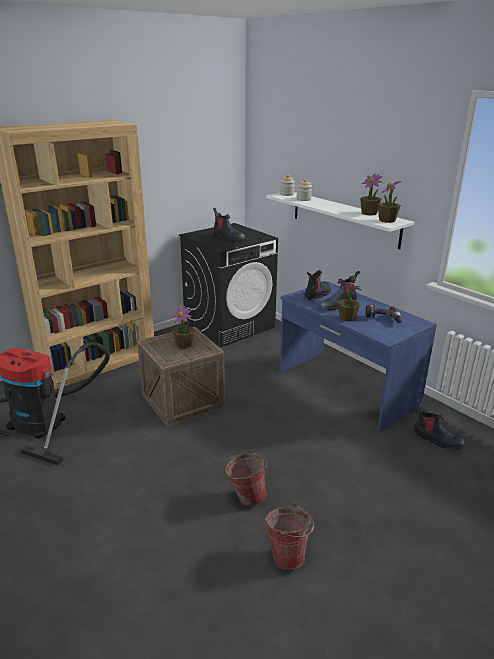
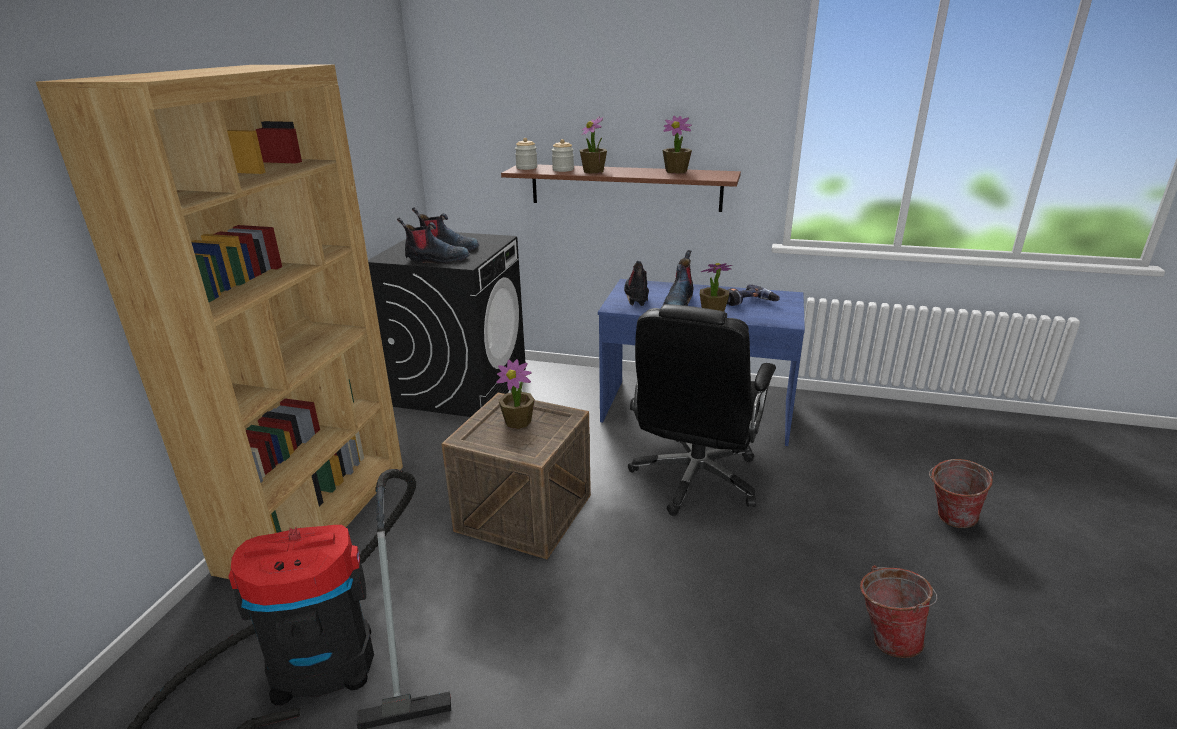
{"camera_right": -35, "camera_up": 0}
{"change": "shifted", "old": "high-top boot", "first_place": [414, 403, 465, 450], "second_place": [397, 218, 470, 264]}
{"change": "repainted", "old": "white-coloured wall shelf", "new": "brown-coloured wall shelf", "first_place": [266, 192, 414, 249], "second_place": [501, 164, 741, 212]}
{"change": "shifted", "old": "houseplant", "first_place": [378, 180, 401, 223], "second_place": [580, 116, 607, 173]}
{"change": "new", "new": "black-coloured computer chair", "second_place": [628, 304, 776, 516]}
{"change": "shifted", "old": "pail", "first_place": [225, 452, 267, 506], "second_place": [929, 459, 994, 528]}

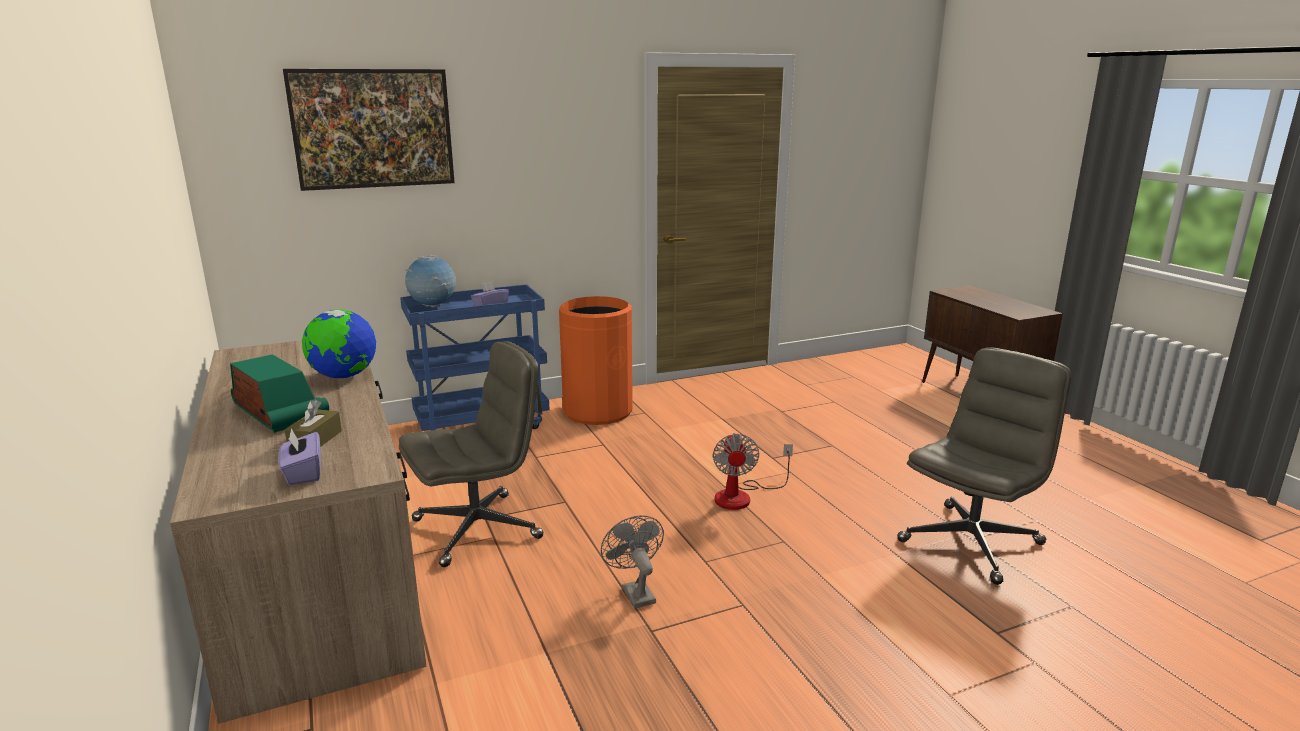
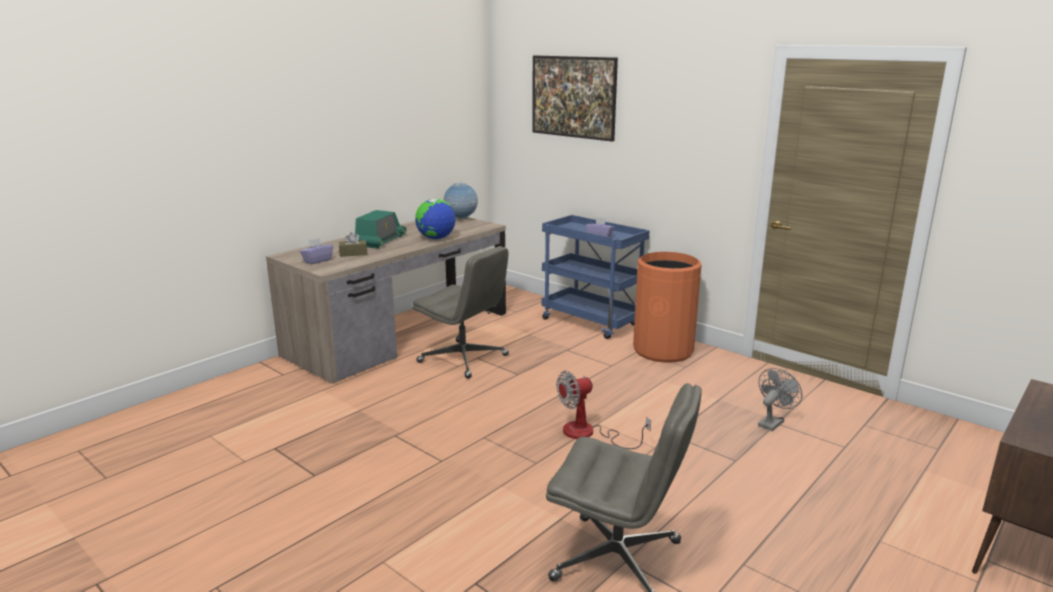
{"camera_right": 65, "camera_up": 0}
{"change": "shifted", "old": "globe", "first_place": [405, 255, 456, 308], "second_place": [444, 182, 478, 220]}
{"change": "shifted", "old": "greyish cooling fan", "first_place": [601, 515, 664, 609], "second_place": [758, 368, 802, 431]}

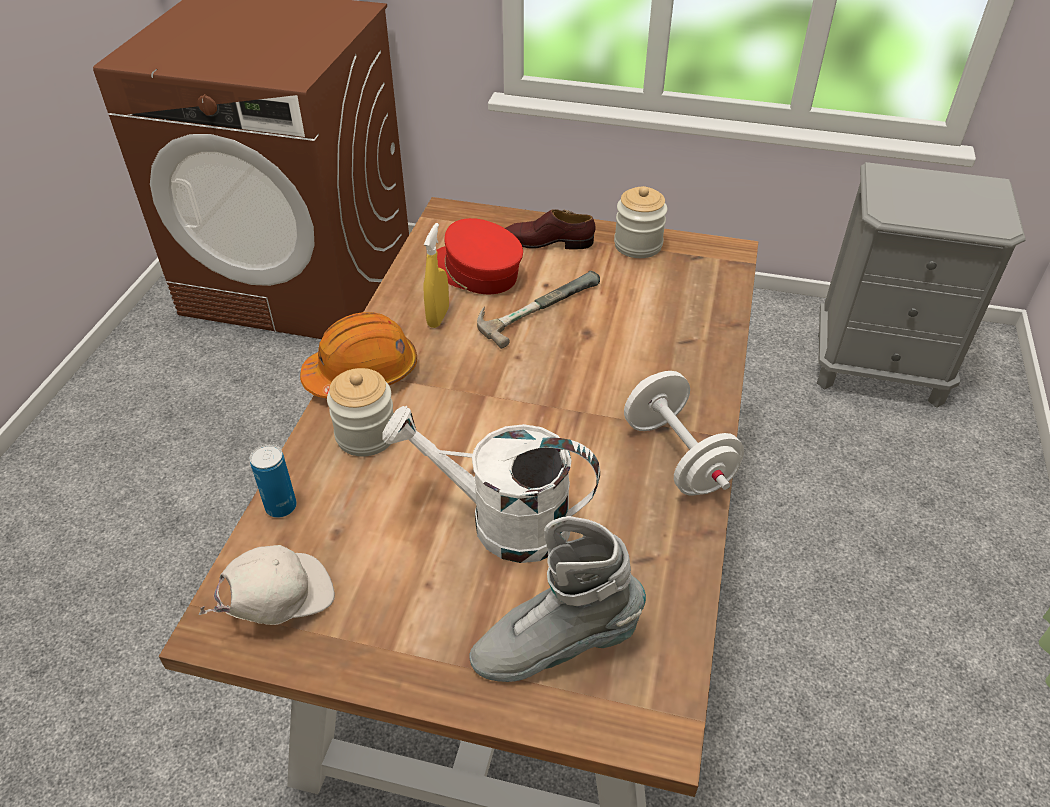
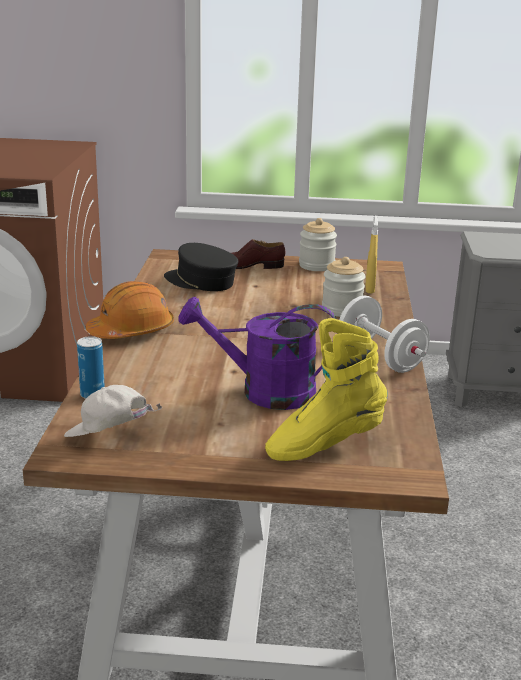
{"camera_right": -10, "camera_up": -20}
{"change": "rotated", "old": "white-coloured baseball cap", "first_place": [199, 545, 335, 625], "second_place": [64, 385, 162, 437], "degrees": -120}
{"change": "repainted", "old": "red baseball cap", "new": "black-coloured baseball cap", "first_place": [436, 218, 523, 294], "second_place": [164, 243, 238, 291]}
{"change": "repainted", "old": "white-coloured watering pot", "new": "purplish watering pot", "first_place": [382, 406, 600, 563], "second_place": [179, 297, 336, 410]}
{"change": "repainted", "old": "greyish high-top boot", "new": "yellow high-top boot", "first_place": [469, 516, 646, 682], "second_place": [265, 318, 388, 461]}
{"change": "shifted", "old": "preserve jar", "first_place": [327, 368, 394, 456], "second_place": [322, 257, 366, 317]}
{"change": "shifted", "old": "yellow sprayer", "first_place": [424, 223, 449, 328], "second_place": [366, 215, 378, 293]}
{"change": "gone", "old": "hammer", "first_place": [477, 271, 600, 349]}

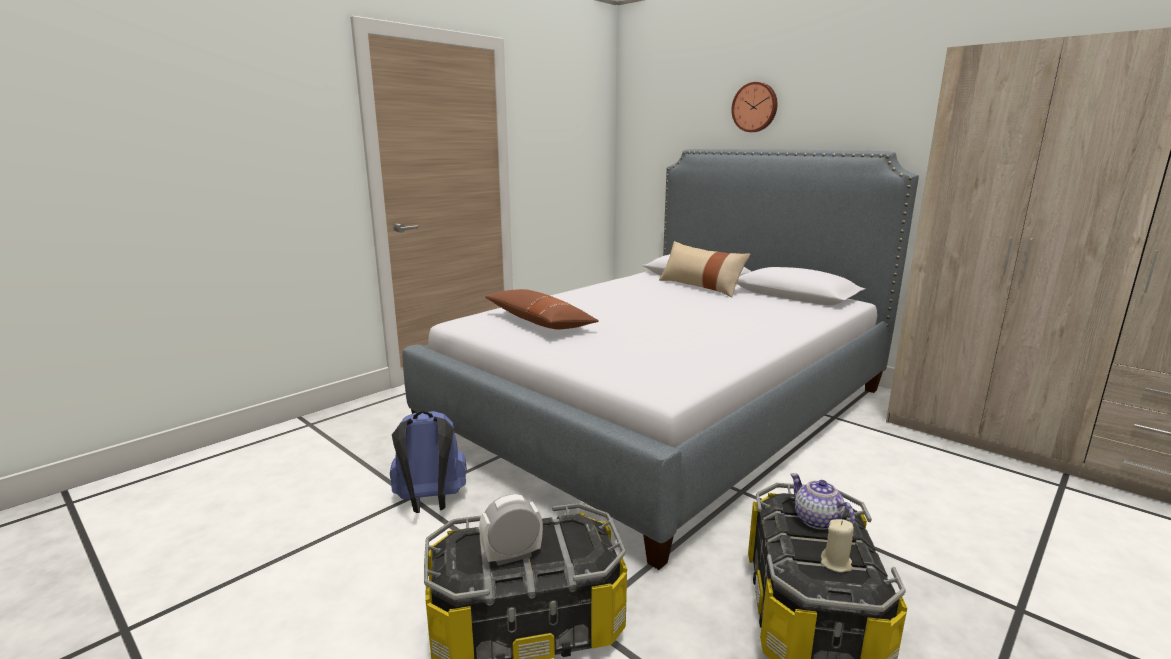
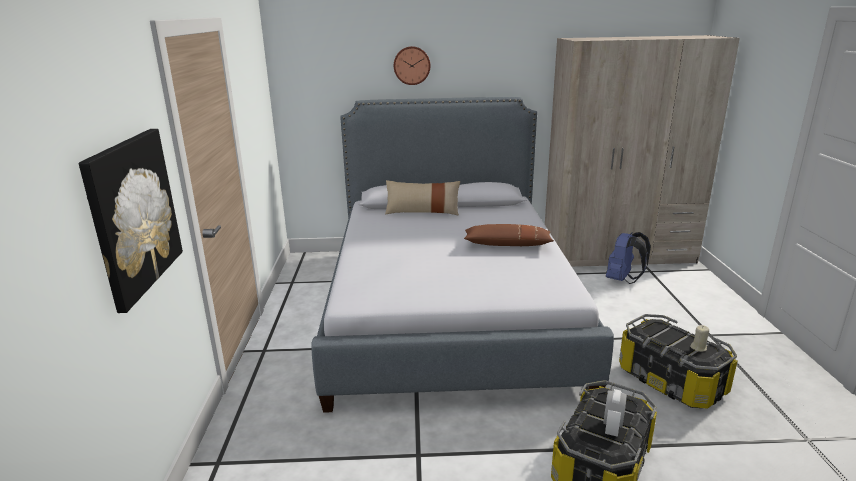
{"camera_right": -45, "camera_up": 5}
{"change": "new", "new": "wall picture", "second_place": [78, 129, 183, 313]}
{"change": "shifted", "old": "brown-coloured throw pillow", "first_place": [485, 289, 599, 329], "second_place": [464, 224, 554, 246]}
{"change": "shifted", "old": "bluish knapsack", "first_place": [390, 411, 467, 513], "second_place": [606, 231, 651, 284]}
{"change": "gone", "old": "tea pot", "first_place": [790, 473, 855, 530]}

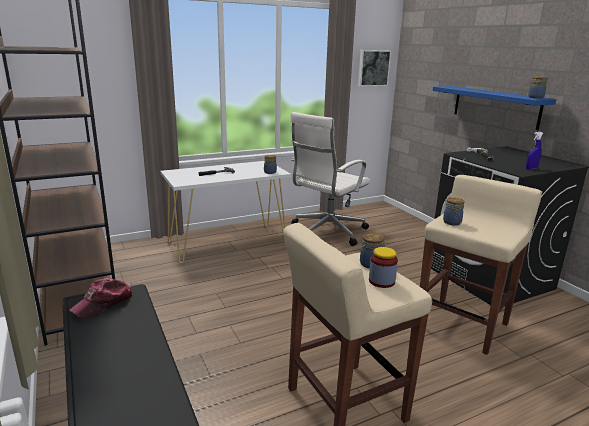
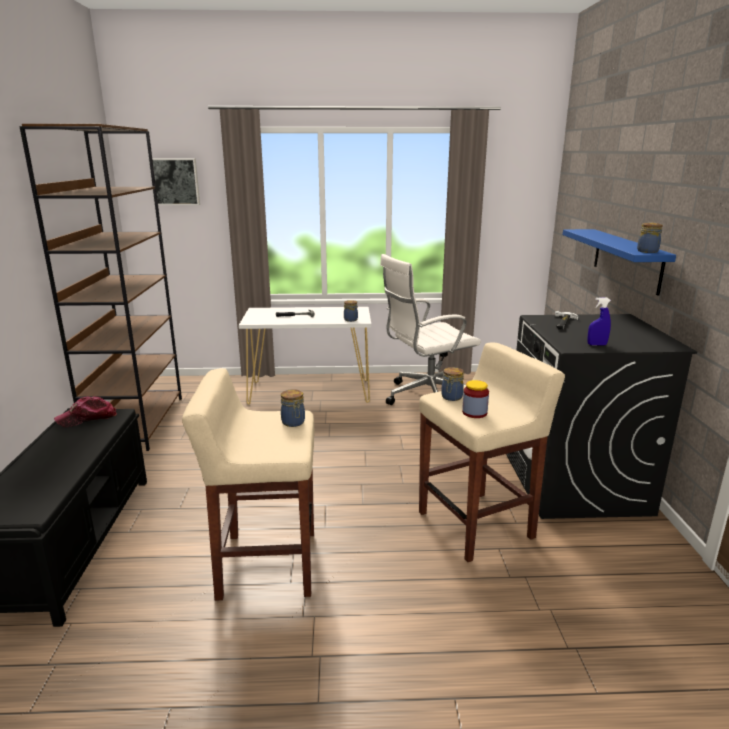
{"camera_right": 25, "camera_up": 0}
{"change": "shifted", "old": "wall picture", "first_place": [358, 50, 391, 87], "second_place": [149, 158, 200, 205]}
{"change": "shifted", "old": "preserve jar", "first_place": [369, 247, 398, 288], "second_place": [462, 380, 489, 418]}

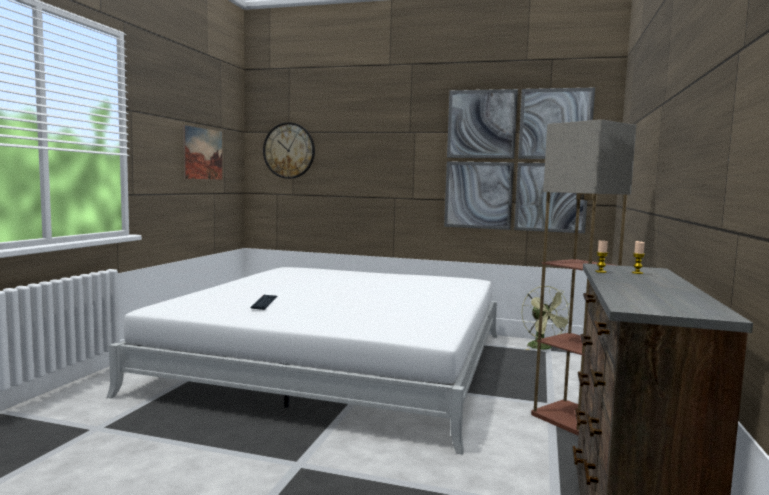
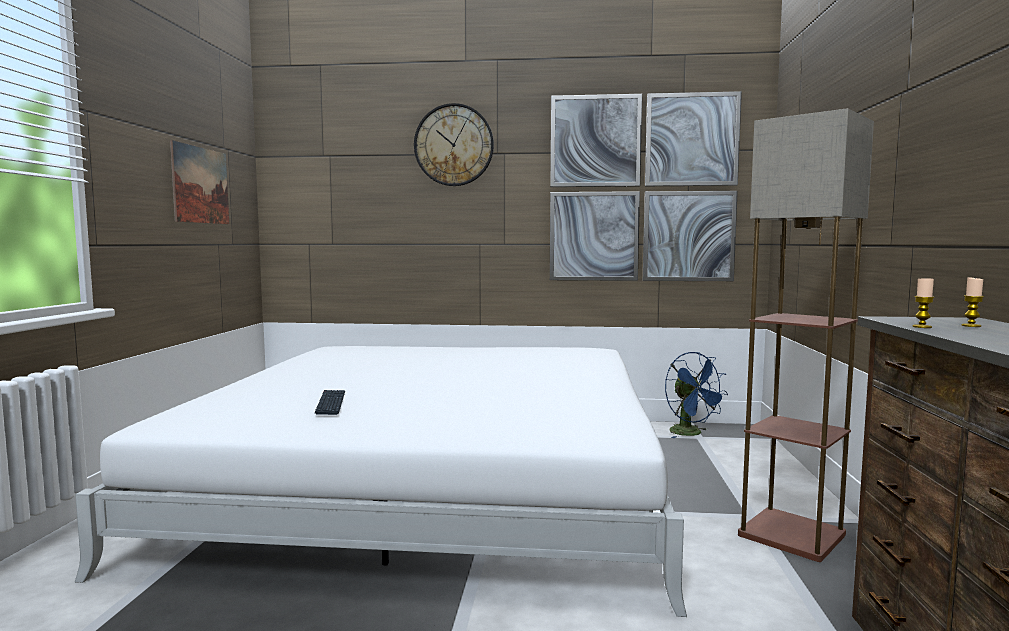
{"camera_right": -10, "camera_up": 0}
{"change": "shifted", "old": "wall clock", "first_place": [263, 122, 315, 179], "second_place": [414, 103, 494, 186]}
{"change": "repainted", "old": "greenish cooling fan", "new": "bluish cooling fan", "first_place": [521, 286, 573, 350], "second_place": [665, 352, 728, 438]}

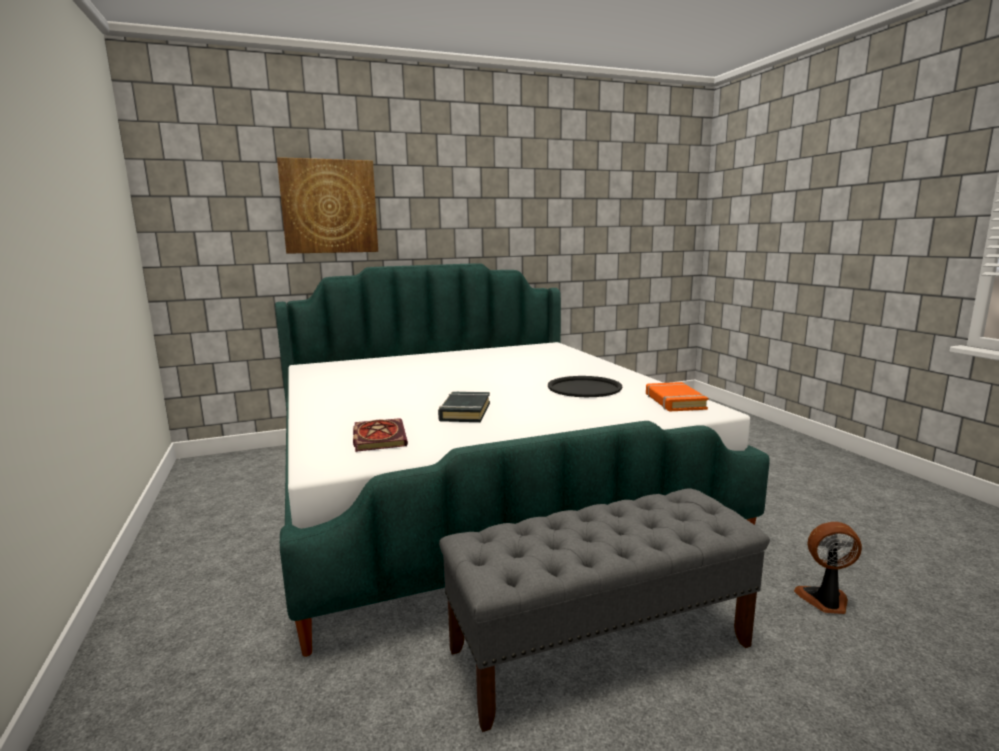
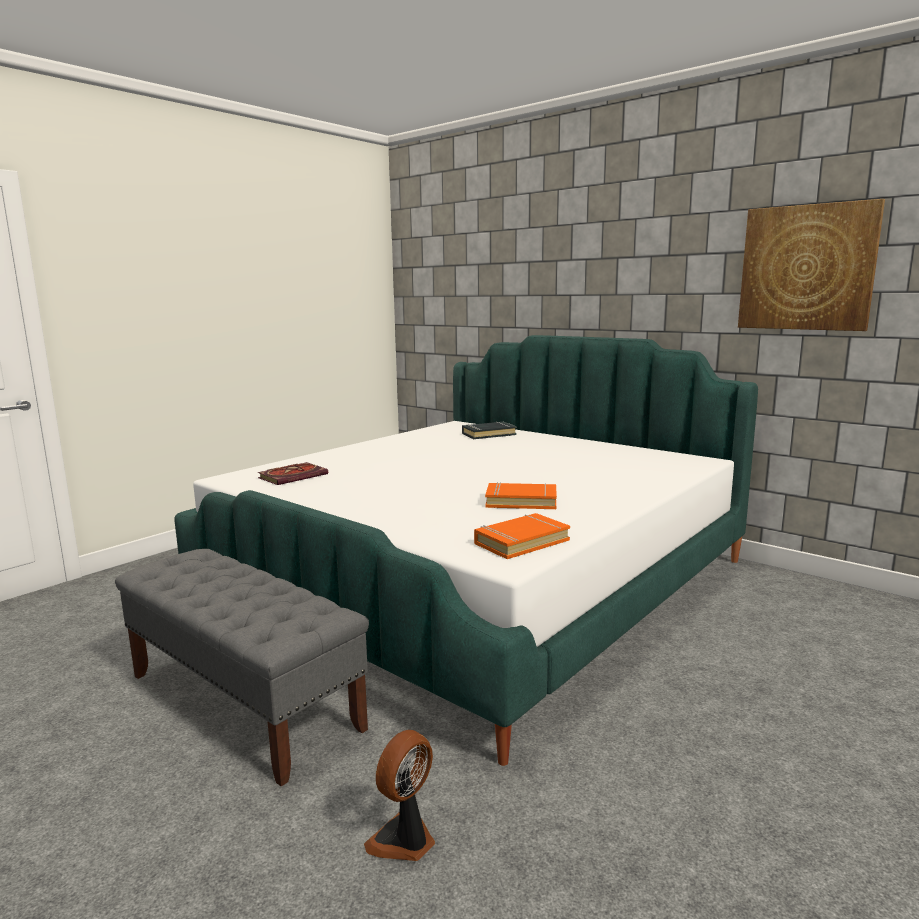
{"camera_right": 60, "camera_up": 0}
{"change": "rotated", "old": "cooling fan", "first_place": [794, 522, 862, 614], "second_place": [364, 730, 435, 861], "degrees": -120}
{"change": "shifted", "old": "black-coloured volume", "first_place": [438, 392, 490, 422], "second_place": [462, 422, 517, 439]}
{"change": "swapped", "old": "black-coloured tray", "new": "orange-coloured volume", "first_place": [548, 376, 622, 397], "second_place": [485, 482, 557, 509]}
{"change": "shifted", "old": "wall picture", "first_place": [277, 157, 378, 254], "second_place": [738, 199, 885, 331]}

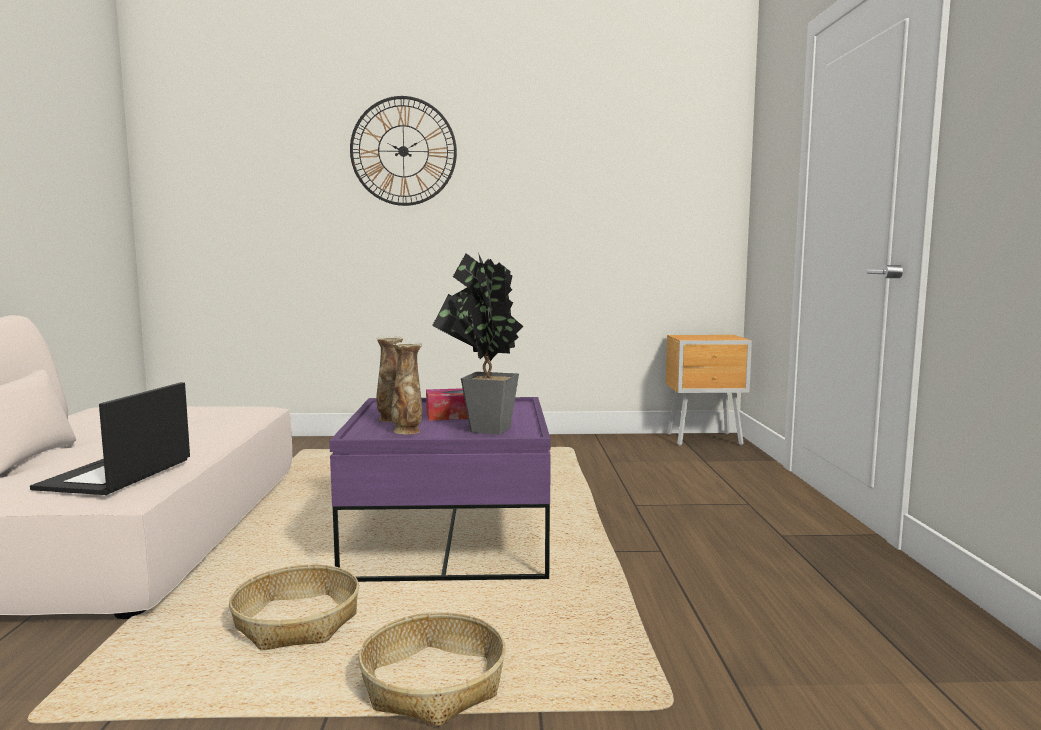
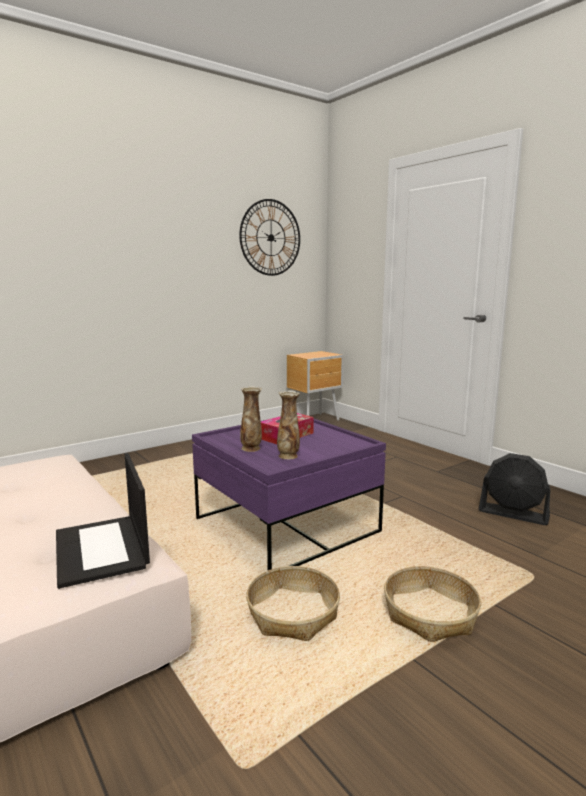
{"camera_right": -35, "camera_up": 5}
{"change": "shifted", "old": "wall clock", "first_place": [350, 96, 457, 206], "second_place": [239, 199, 300, 276]}
{"change": "new", "new": "black-coloured cooling fan", "second_place": [479, 453, 550, 525]}
{"change": "gone", "old": "houseplant", "first_place": [432, 252, 523, 434]}

